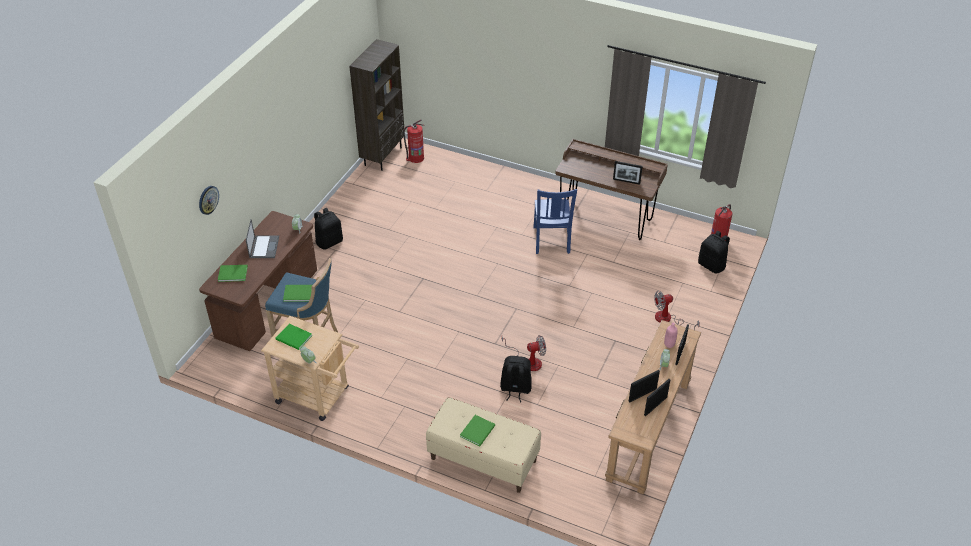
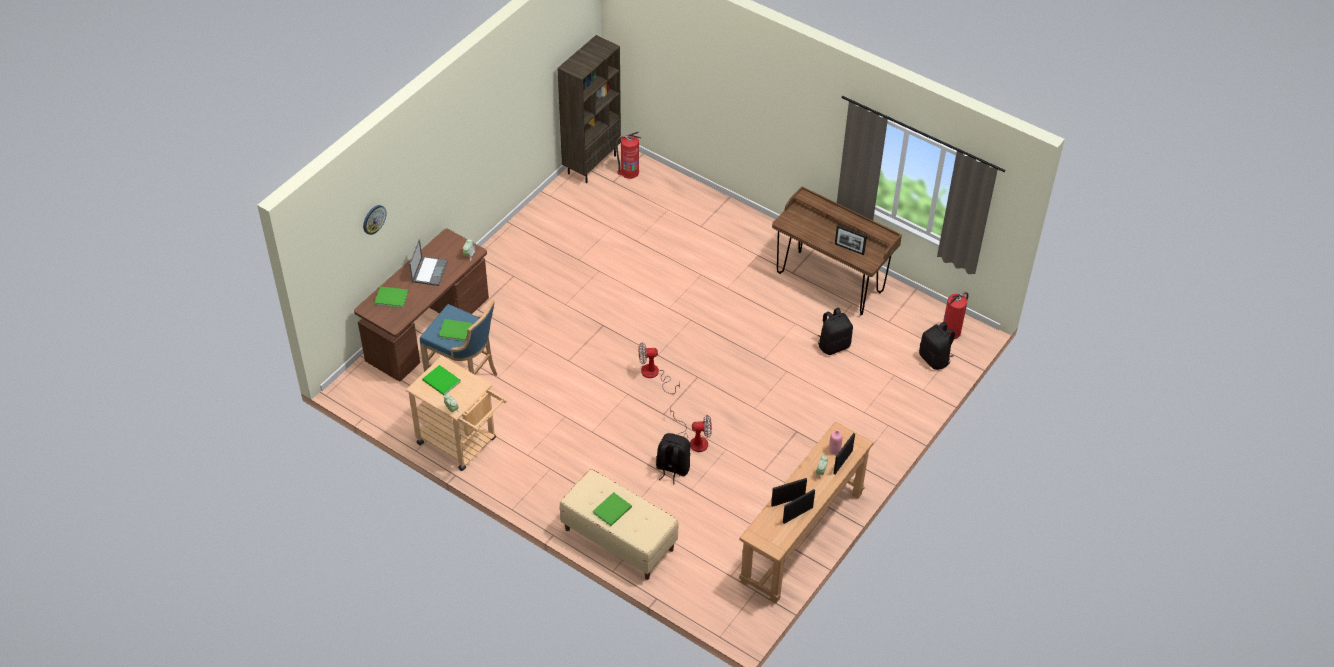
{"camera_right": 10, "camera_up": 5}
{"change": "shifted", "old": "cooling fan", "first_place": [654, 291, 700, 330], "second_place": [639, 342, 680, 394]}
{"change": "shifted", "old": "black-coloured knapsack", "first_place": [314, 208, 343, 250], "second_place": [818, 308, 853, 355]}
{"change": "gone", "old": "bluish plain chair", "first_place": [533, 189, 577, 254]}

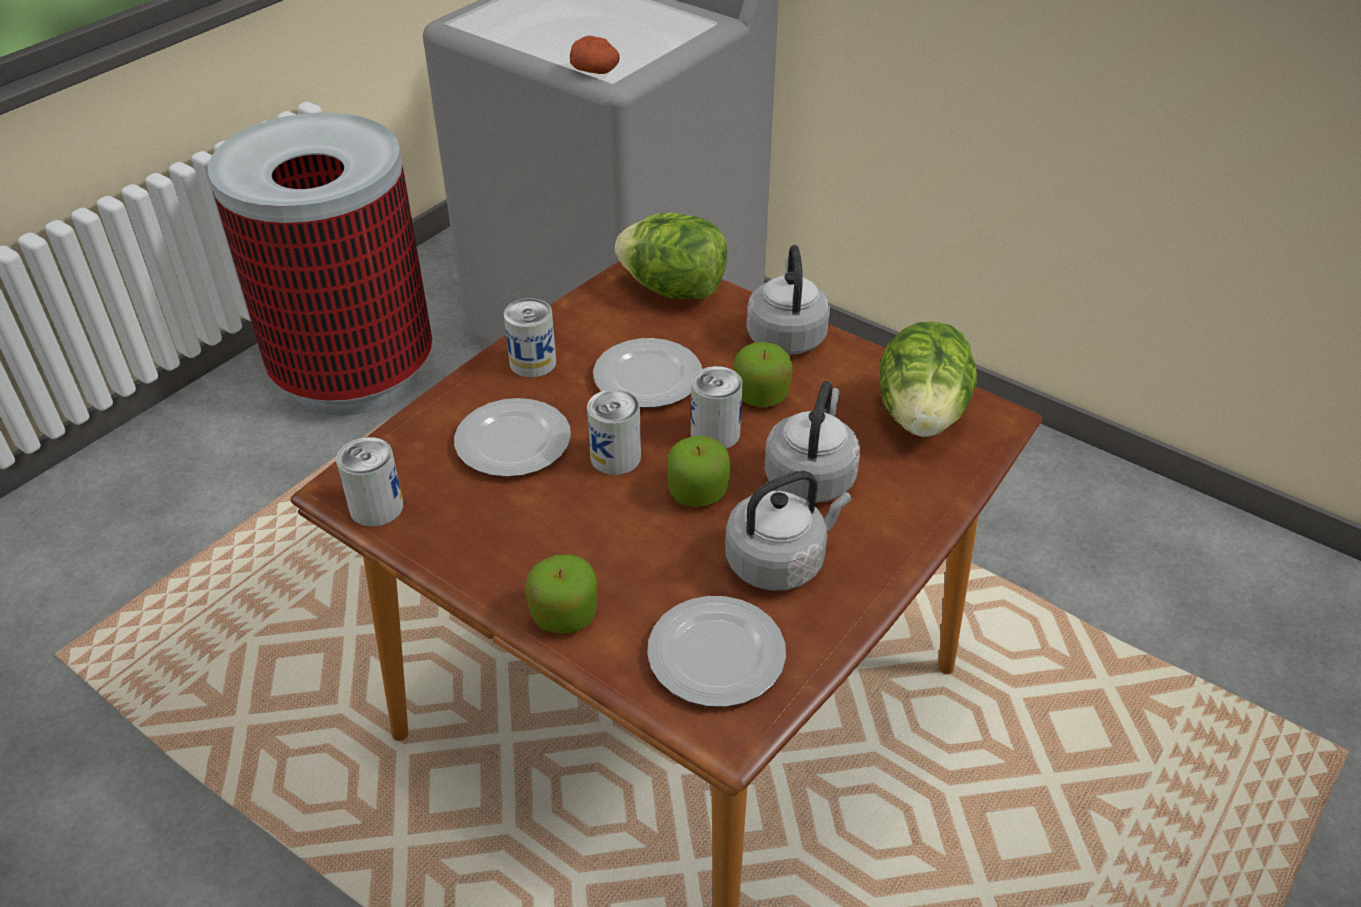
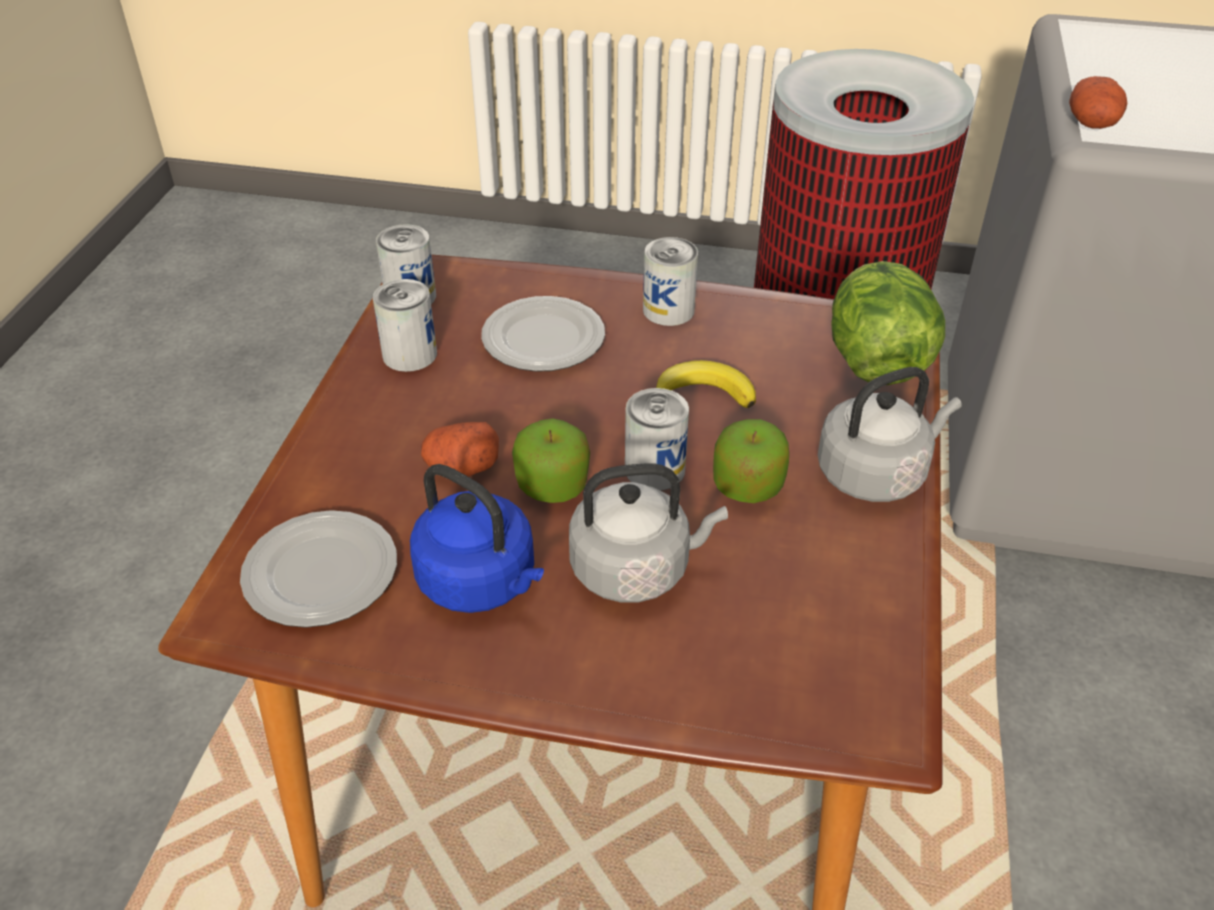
{"camera_right": 65, "camera_up": 0}
{"change": "shifted", "old": "metal can", "first_place": [587, 389, 641, 475], "second_place": [373, 279, 437, 372]}
{"change": "repainted", "old": "greyish tea kettle", "new": "bluish tea kettle", "first_place": [725, 471, 852, 591], "second_place": [410, 464, 544, 613]}
{"change": "new", "new": "potato", "second_place": [421, 422, 499, 477]}
{"change": "swapped", "old": "flat dish", "new": "banana", "first_place": [593, 338, 702, 408], "second_place": [656, 360, 756, 408]}
{"change": "gone", "old": "apple fruit", "first_place": [525, 554, 597, 633]}
{"change": "gone", "old": "lettuce head", "first_place": [880, 321, 977, 437]}

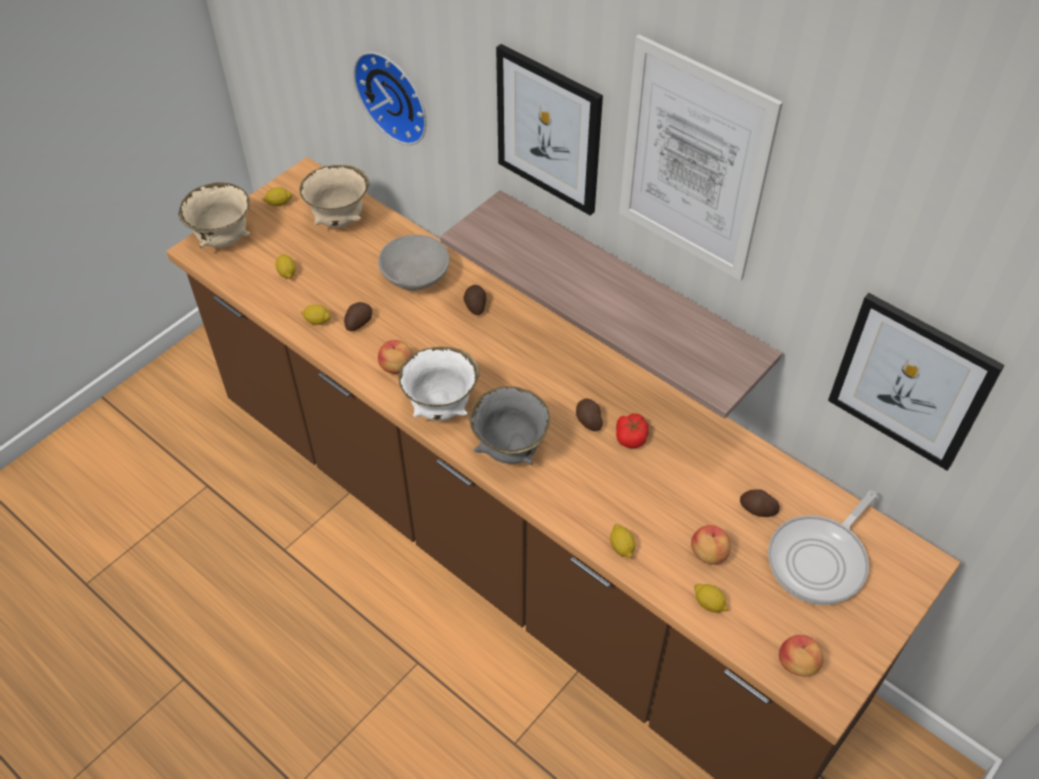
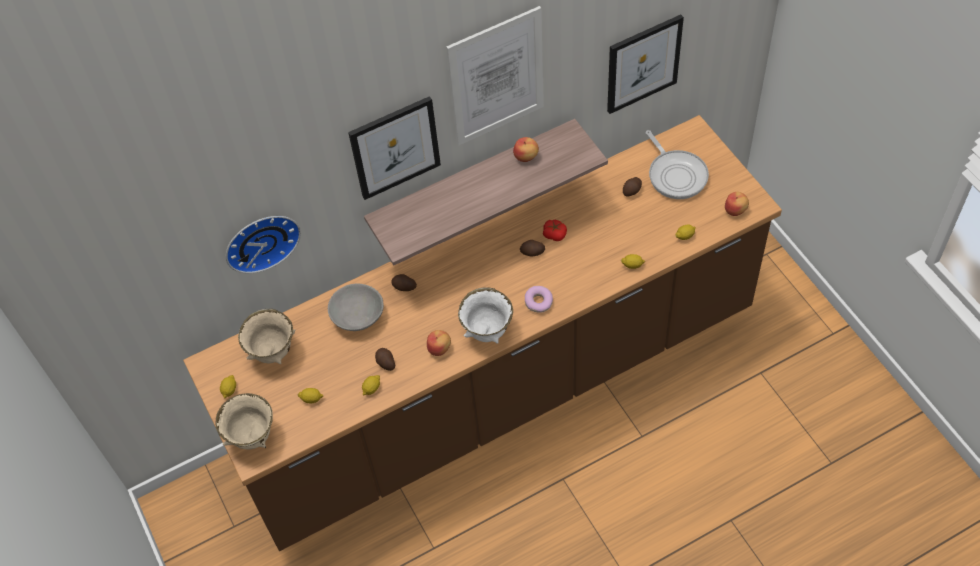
{"camera_right": -65, "camera_up": 5}
{"change": "shifted", "old": "apple fruit", "first_place": [691, 525, 731, 564], "second_place": [513, 137, 539, 162]}
{"change": "swapped", "old": "greyish bowl", "new": "doughnut", "first_place": [470, 386, 550, 465], "second_place": [525, 286, 553, 313]}

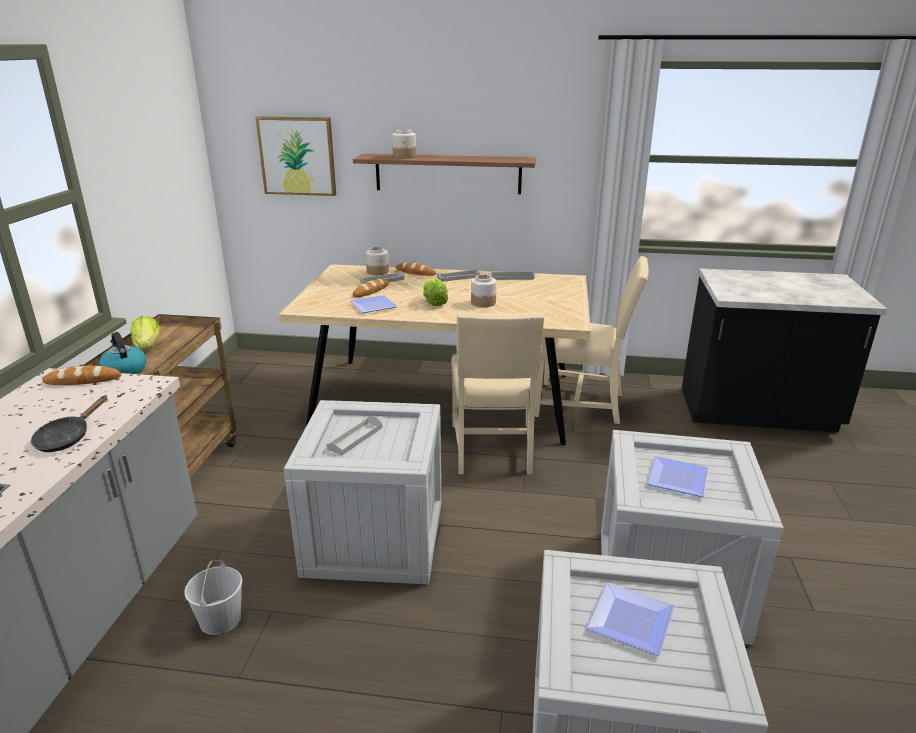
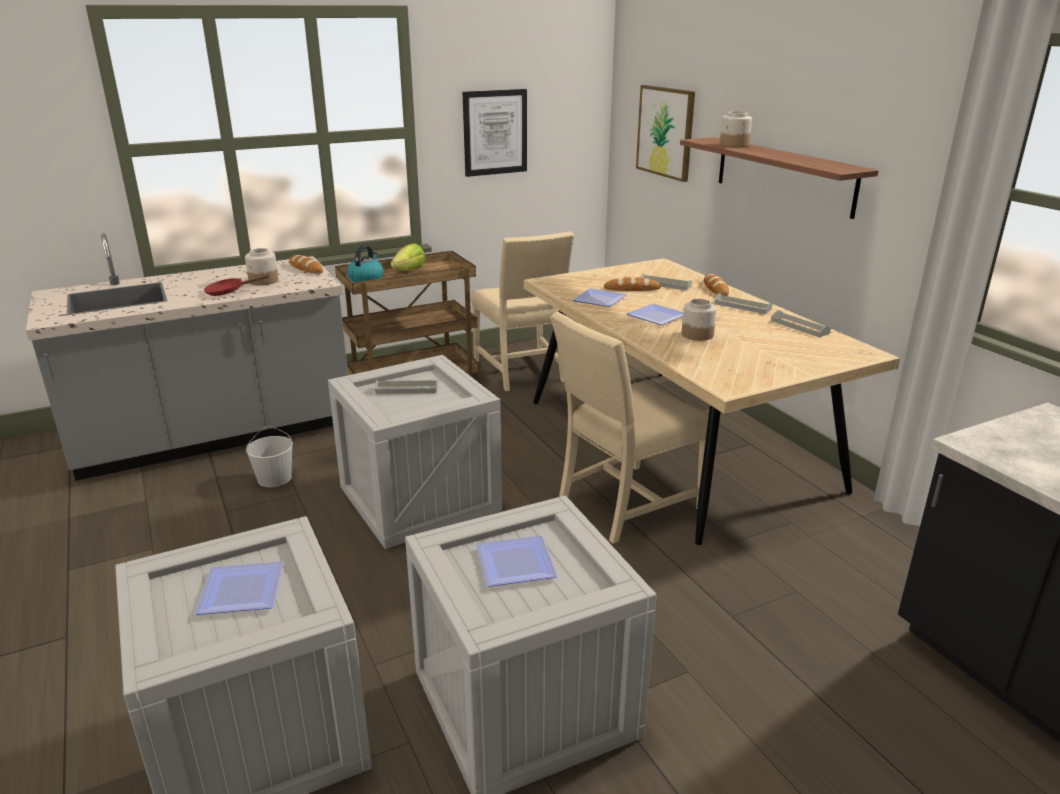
{"camera_right": 55, "camera_up": 0}
{"change": "repainted", "old": "black-coloured pan", "new": "red pan", "first_place": [31, 396, 107, 452], "second_place": [204, 274, 269, 296]}
{"change": "shifted", "old": "preserve jar", "first_place": [366, 247, 389, 275], "second_place": [245, 248, 279, 286]}
{"change": "new", "new": "wall picture", "second_place": [462, 89, 527, 177]}
{"change": "shifted", "old": "beige-coloured plain chair", "first_place": [535, 256, 649, 424], "second_place": [471, 231, 574, 391]}
{"change": "swapped", "old": "lettuce head", "new": "flat dish", "first_place": [423, 278, 448, 306], "second_place": [627, 304, 683, 325]}

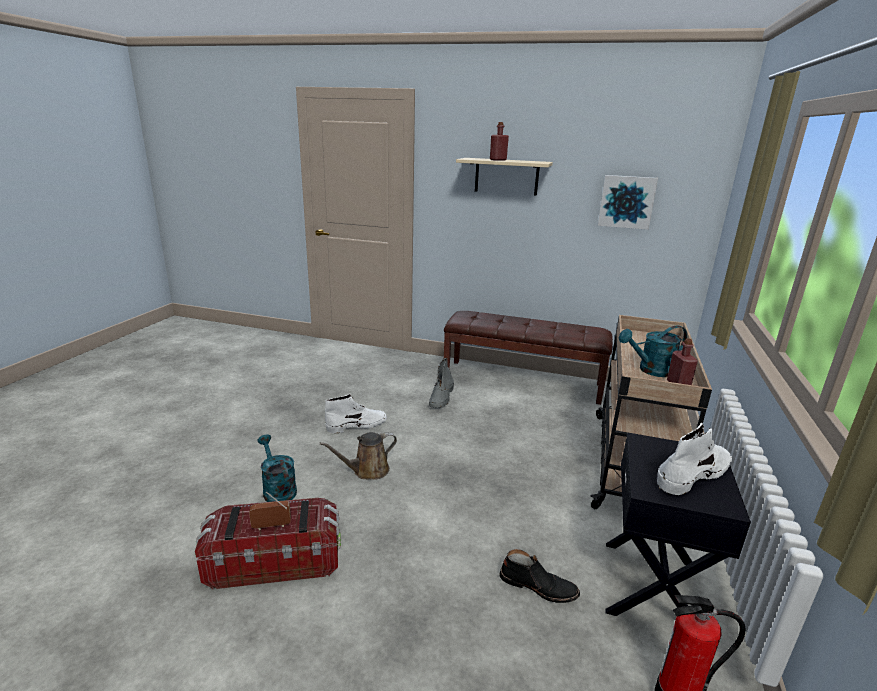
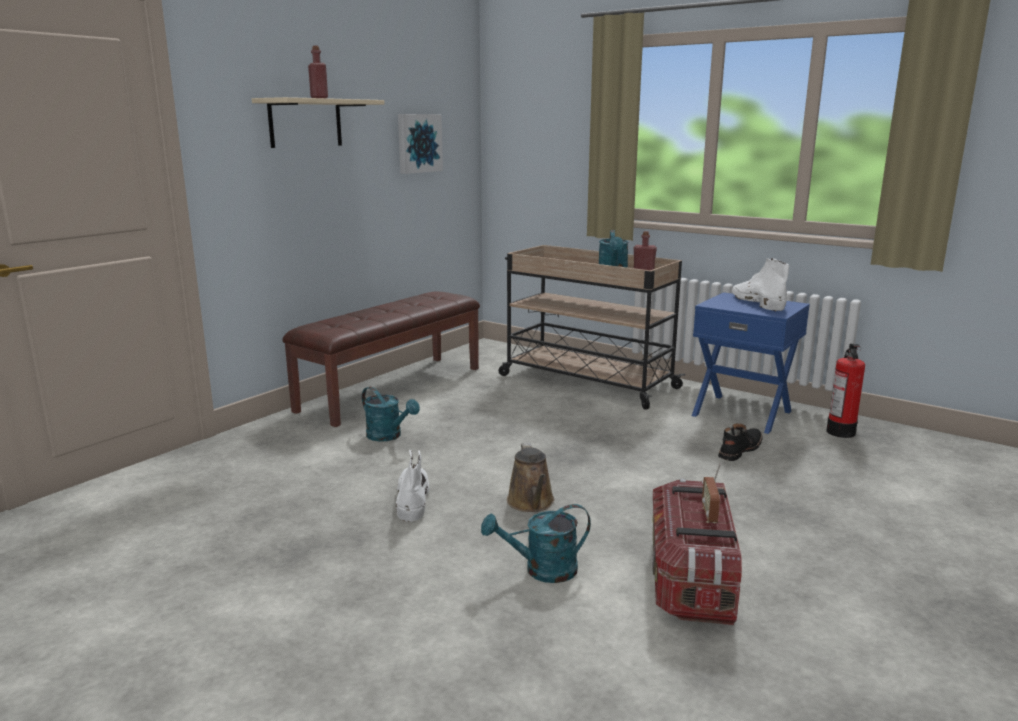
{"camera_right": -70, "camera_up": -5}
{"change": "swapped", "old": "greyish high-top boot", "new": "turquoise watering pot", "first_place": [429, 358, 454, 408], "second_place": [362, 387, 420, 442]}
{"change": "repainted", "old": "black-coloured night table", "new": "bluish night table", "first_place": [605, 432, 751, 616], "second_place": [692, 292, 810, 434]}

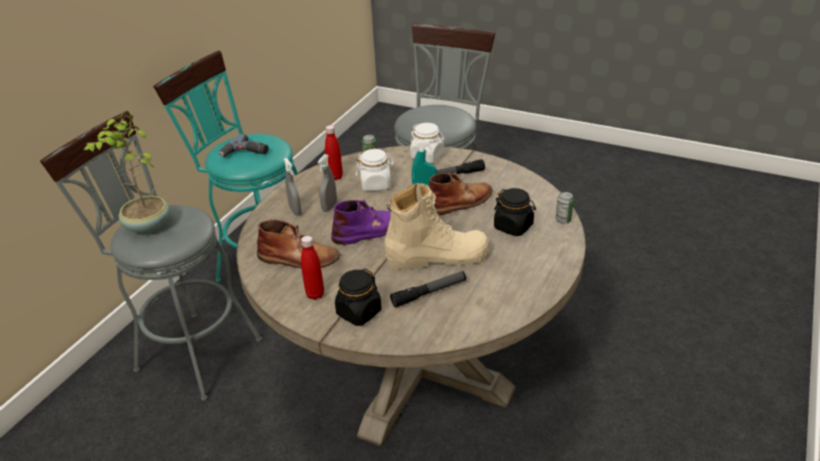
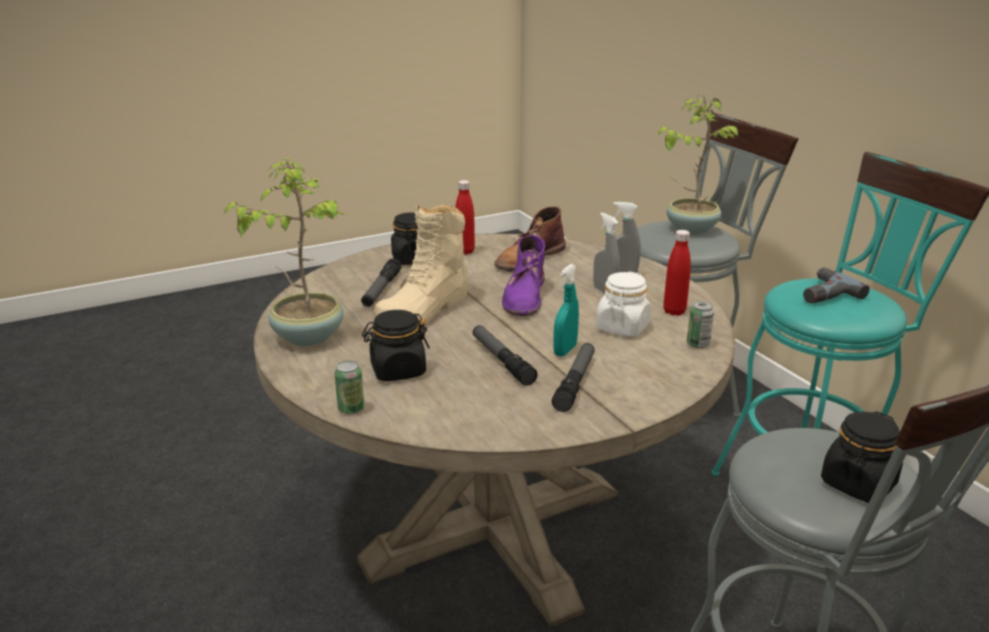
{"camera_right": 125, "camera_up": -10}
{"change": "new", "new": "houseplant", "second_place": [224, 157, 344, 346]}
{"change": "swapped", "old": "brown-coloured high-top boot", "new": "flashlight", "first_place": [429, 172, 493, 215], "second_place": [473, 325, 538, 386]}
{"change": "new", "new": "black-coloured preserve jar", "second_place": [821, 411, 903, 503]}
{"change": "gone", "old": "white-coloured preserve jar", "first_place": [410, 123, 444, 163]}

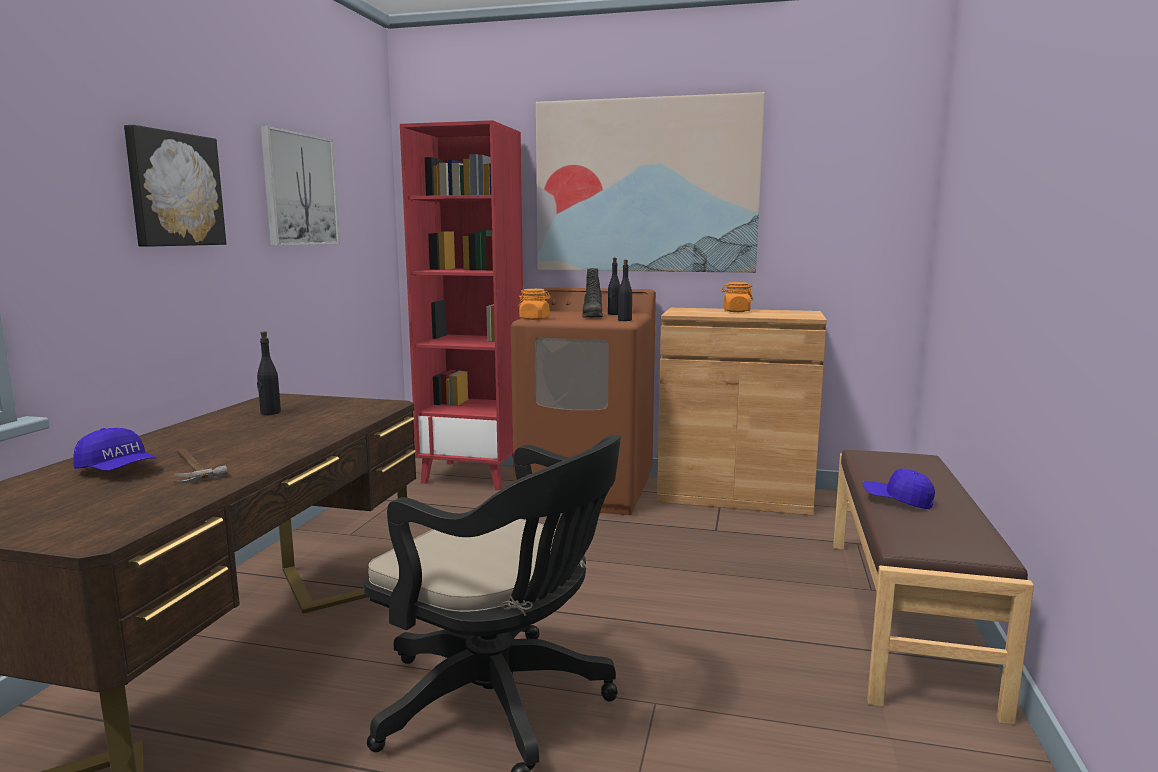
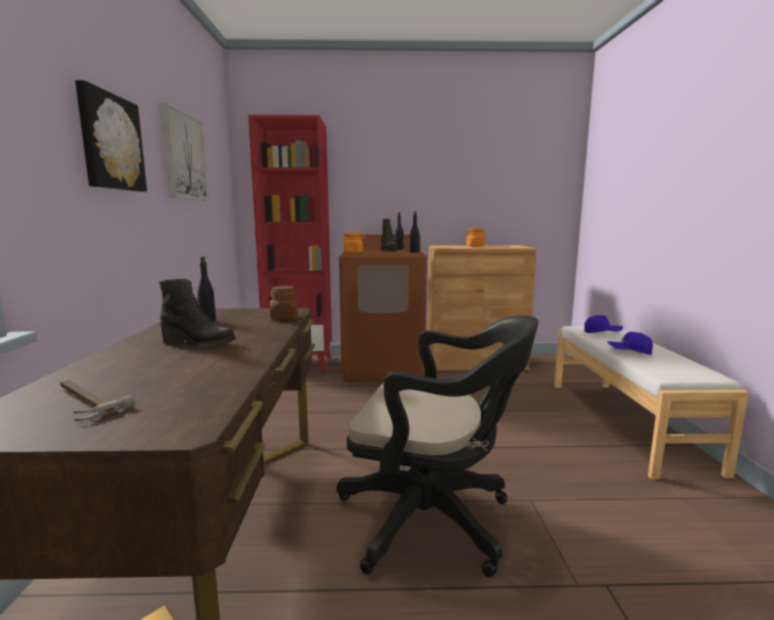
{"camera_right": -15, "camera_up": 0}
{"change": "shifted", "old": "hammer", "first_place": [174, 448, 228, 483], "second_place": [60, 380, 135, 421]}
{"change": "new", "new": "black-coloured high-top boot", "second_place": [159, 279, 235, 348]}
{"change": "new", "new": "brown-coloured preserve jar", "second_place": [270, 286, 298, 320]}
{"change": "repainted", "old": "brown-coloured long seat", "new": "white-coloured long seat", "first_place": [833, 450, 1034, 725], "second_place": [554, 326, 749, 479]}
{"change": "shifted", "old": "bluish baseball cap", "first_place": [73, 428, 157, 471], "second_place": [584, 315, 623, 333]}
{"change": "gone", "old": "wall picture", "first_place": [536, 92, 765, 273]}

